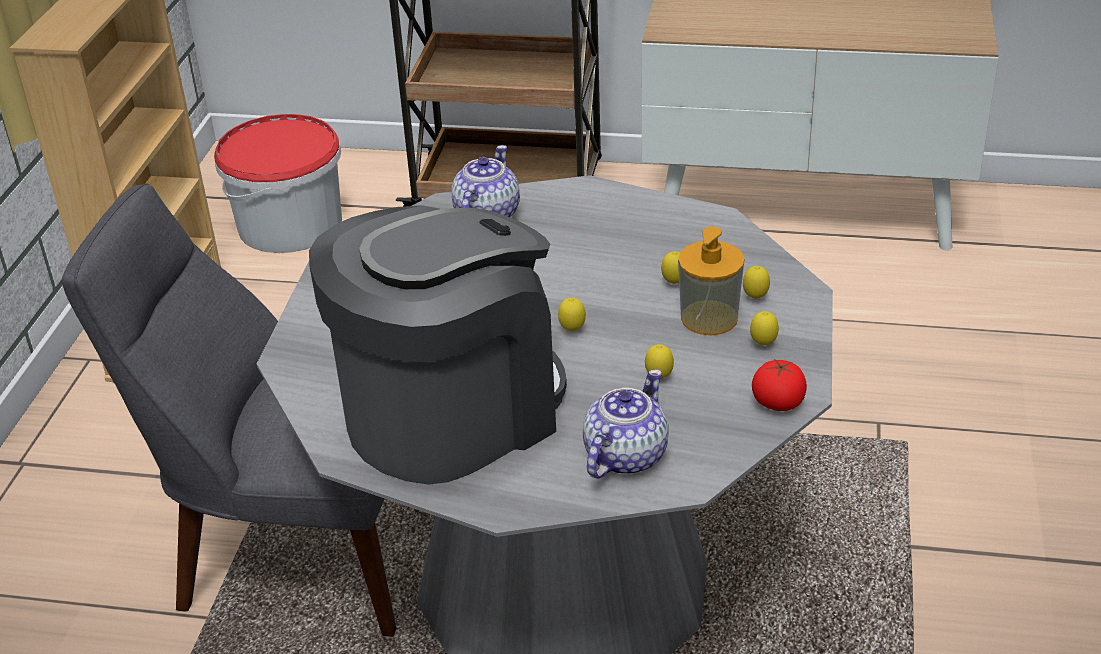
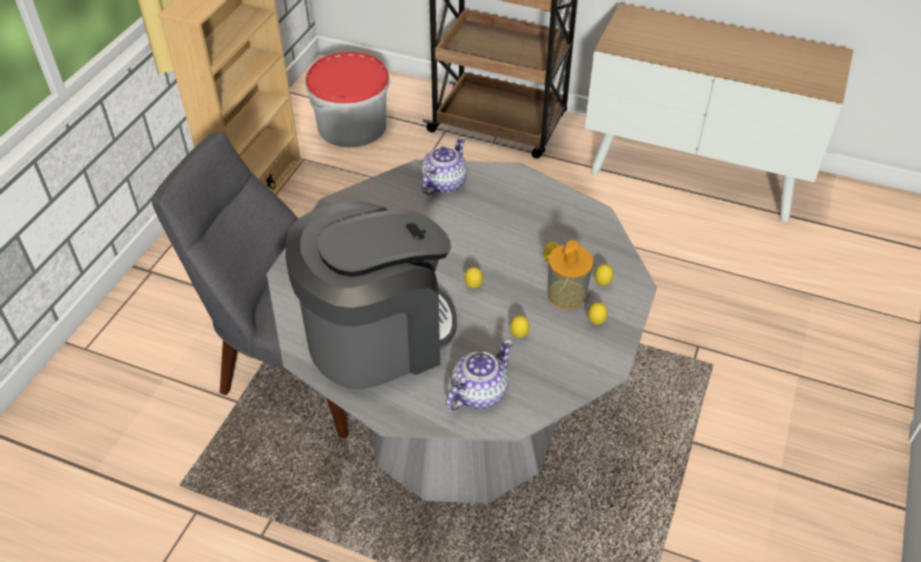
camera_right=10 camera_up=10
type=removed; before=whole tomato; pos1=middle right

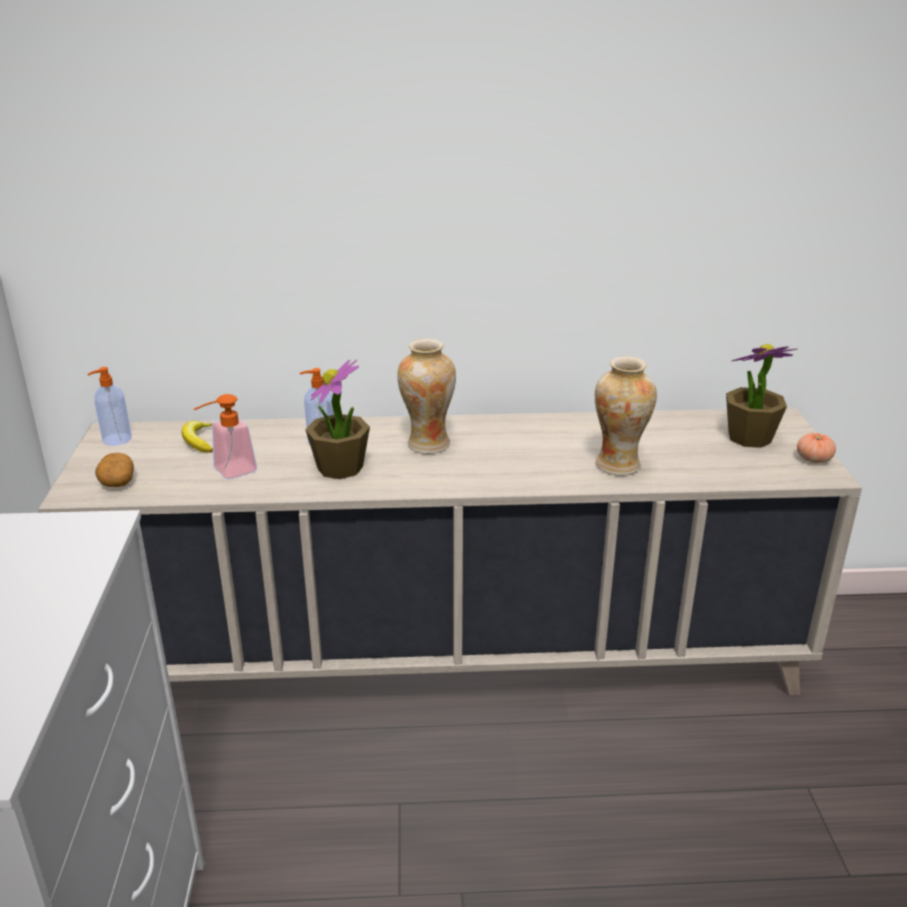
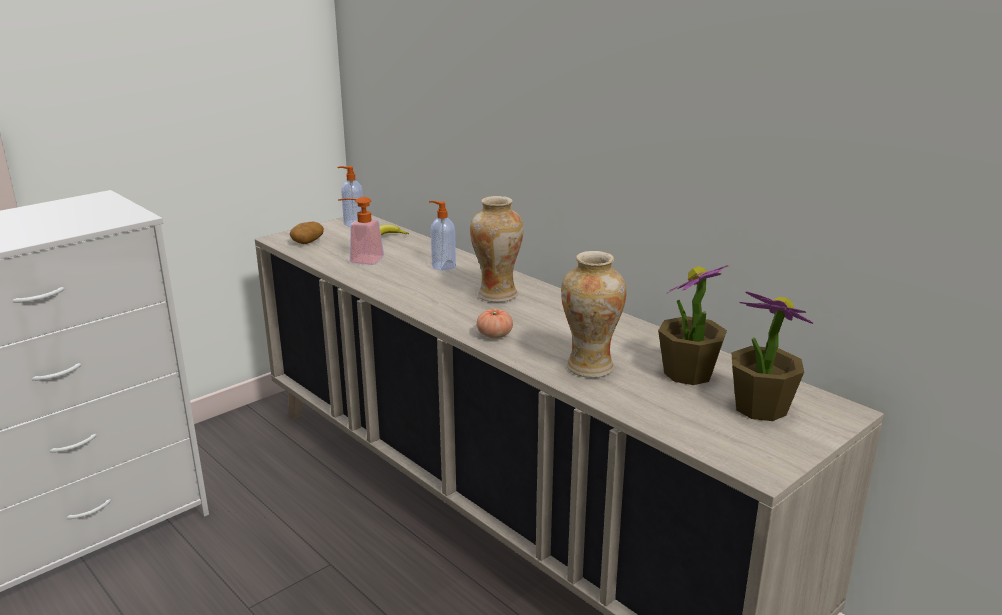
camera_right=50 camera_up=-5
type=moved; before=whole tomato; pos1=middle right; pos2=centre
type=moved; before=plant in a pot (1st from left); pos1=centre; pos2=middle right

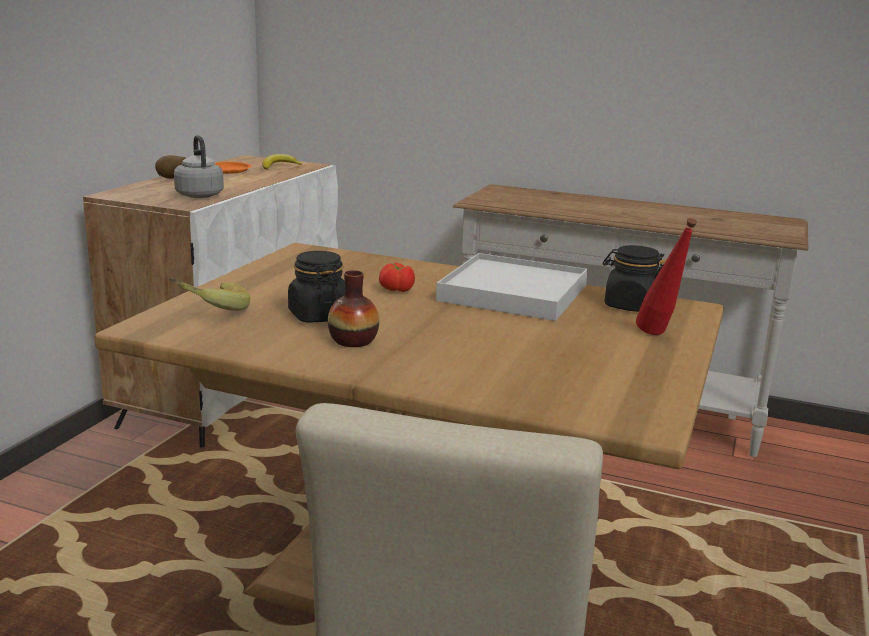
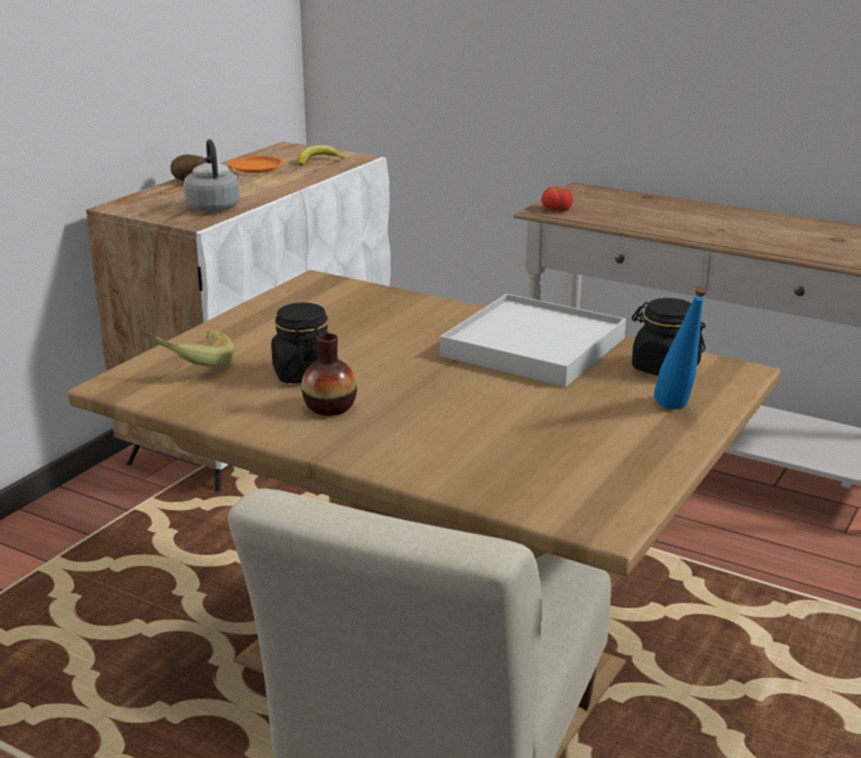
camera_right=10 camera_up=5
type=moved; before=whole tomato; pos1=centre; pos2=top centre
type=recoloured; before=bottle (red-coloured); after=bottle (blue-coloured); pos1=middle right; pos2=middle right

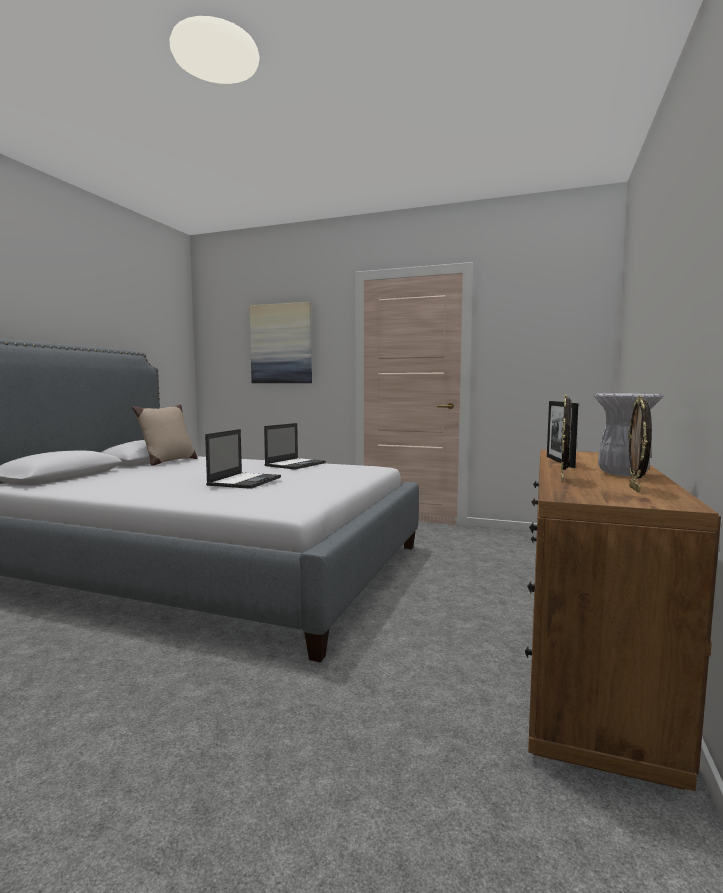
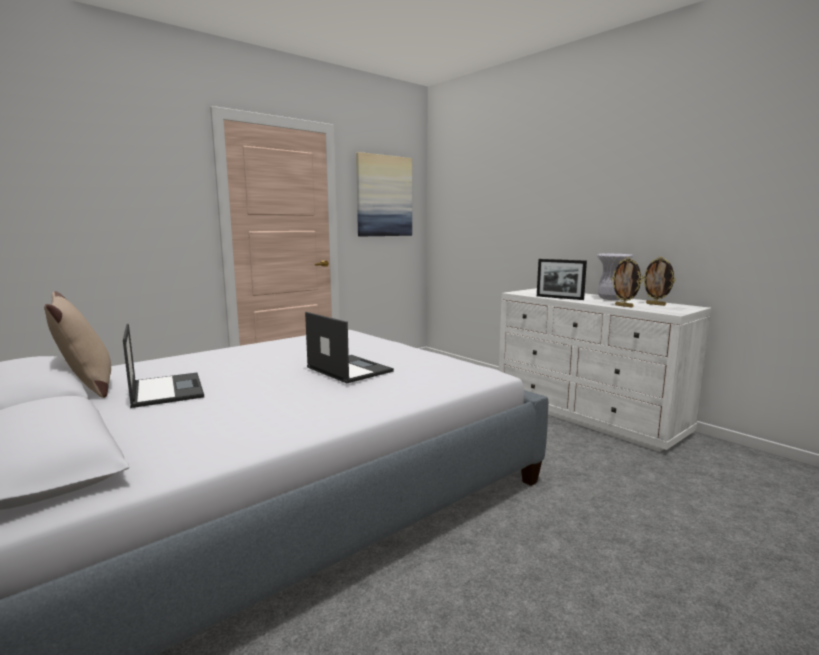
camera_right=-60 camera_up=5
type=moved; before=portable computer (2nd from left in the first image); after=portable computer (1st from left); pos1=centre; pos2=middle left
type=moved; before=picture; pos1=centre; pos2=top centre
type=recoloured; before=drawer chest (brown-coloured); after=drawer chest (white-coloured); pos1=bottom right; pos2=middle right

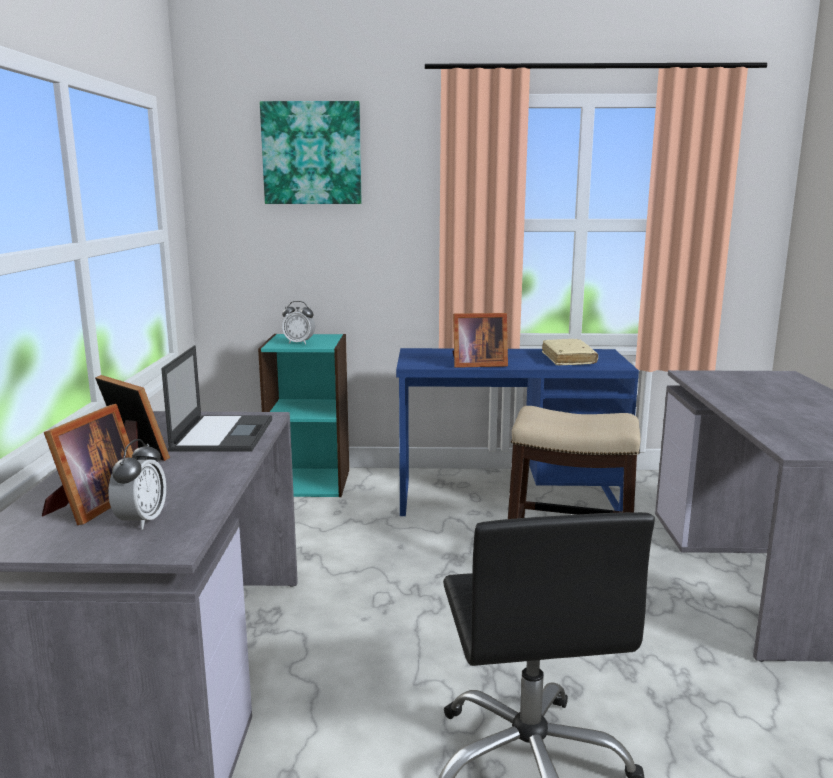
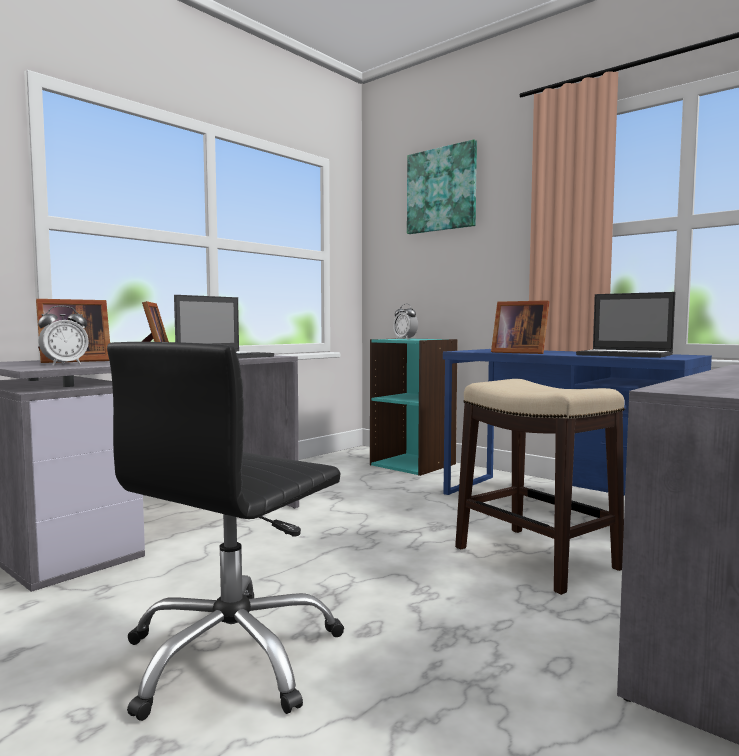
camera_right=40 camera_up=-10
type=replaced; before=book (beige); after=portable computer (2nd from left); pos1=middle right; pos2=middle right

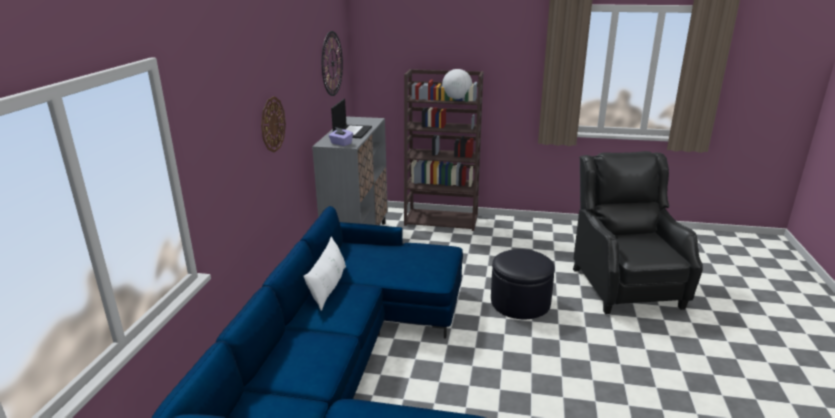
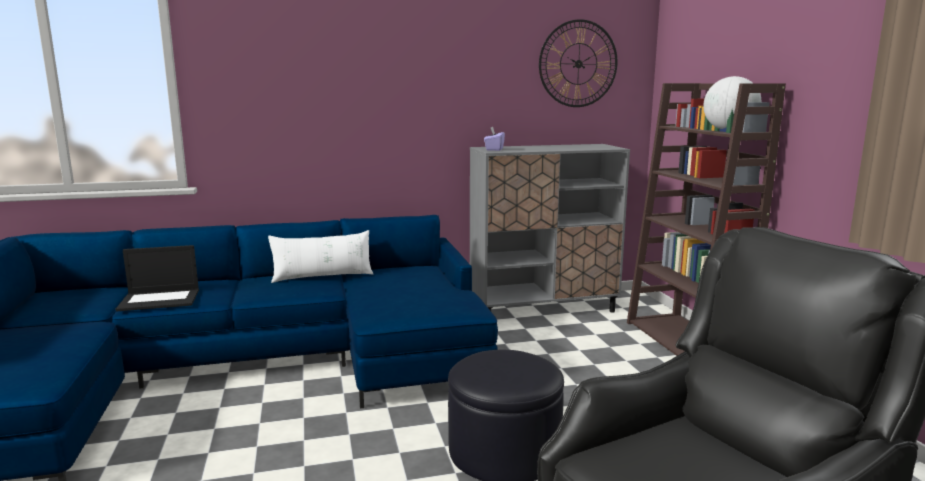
camera_right=65 camera_up=-10
type=moved; before=portable computer; pos1=top centre; pos2=middle left
type=removed; before=wall clock (1st from left); pos1=top left

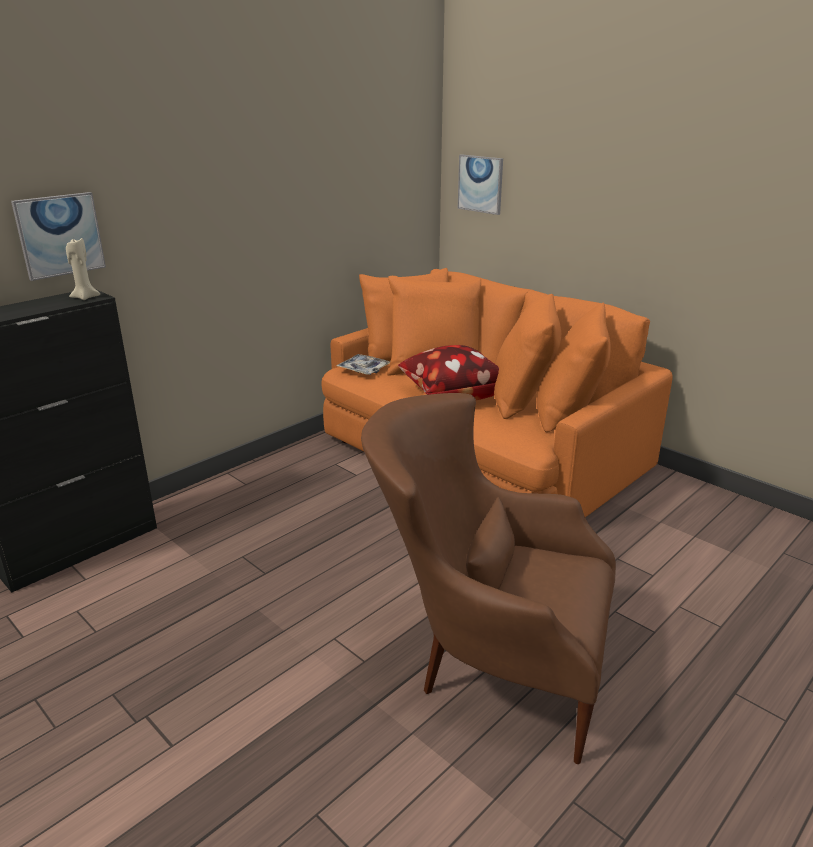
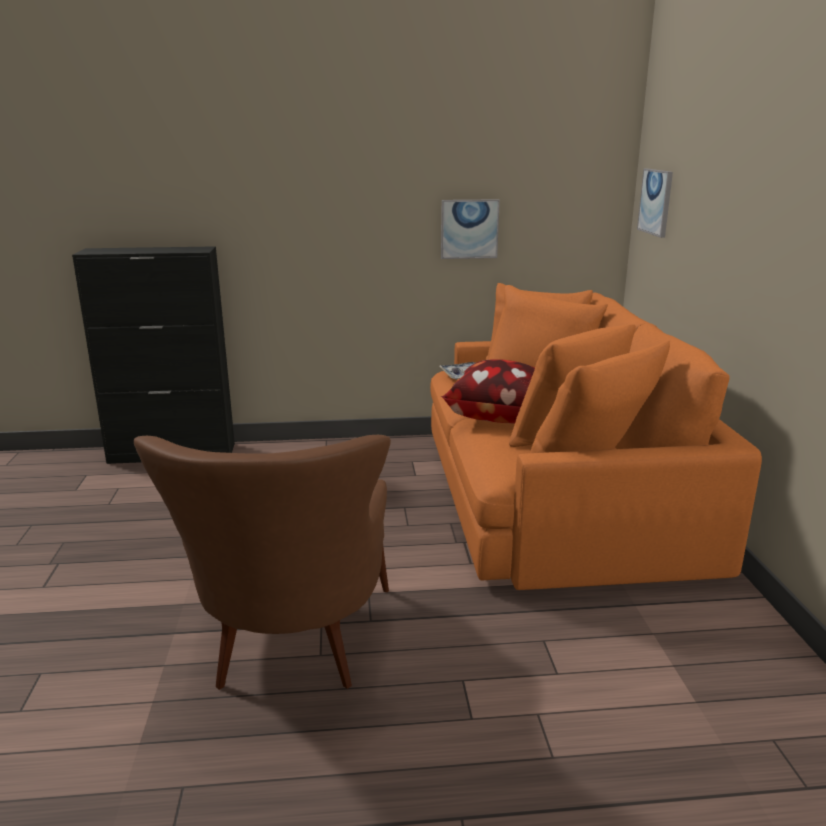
camera_right=40 camera_up=-5
type=turned; before=armchair (brown-coloured); pos1=bottom centre; pos2=bottom left; turn=-150
type=moved; before=picture (1st from left); pos1=top left; pos2=top centre
type=removed; before=wax candle (beige); pos1=top left

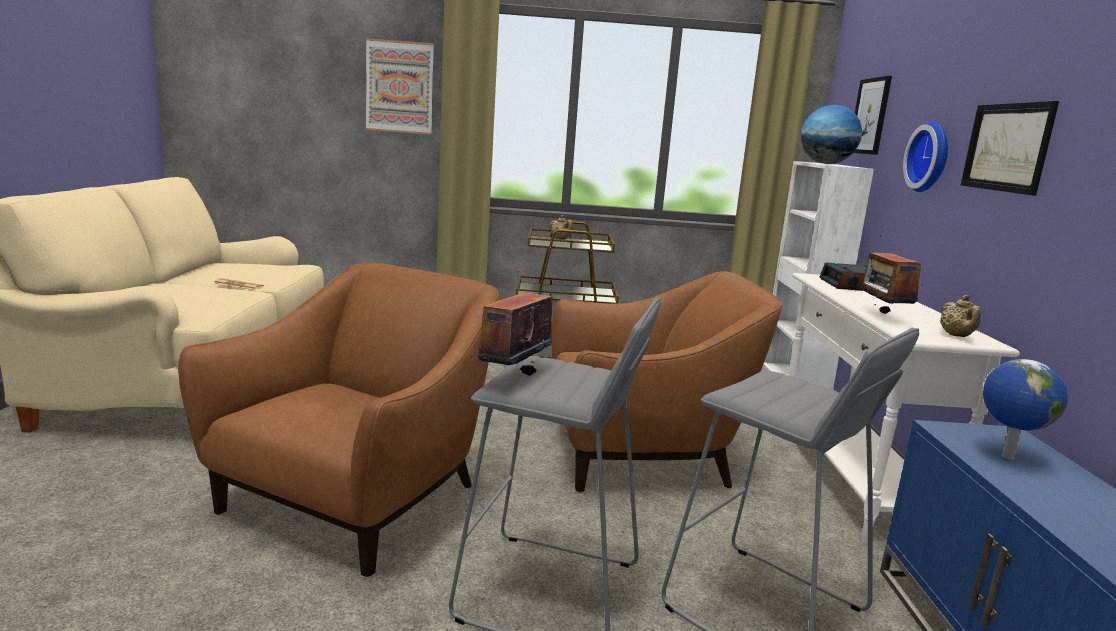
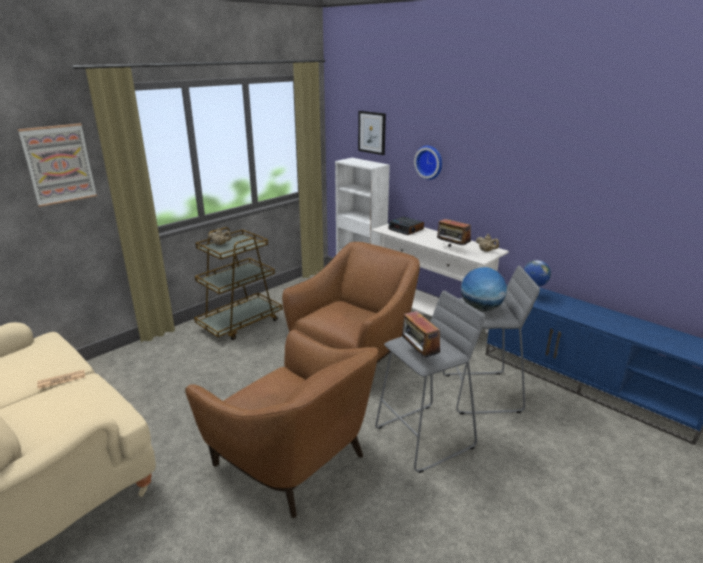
camera_right=-45 camera_up=10
type=turned; before=armchair (brown-coloured) (1st from left); pos1=middle left; pos2=bottom centre; turn=150
type=moved; before=globe (1st from left); pos1=top right; pos2=middle right
type=removed; before=picture (3rd from left); pos1=top right

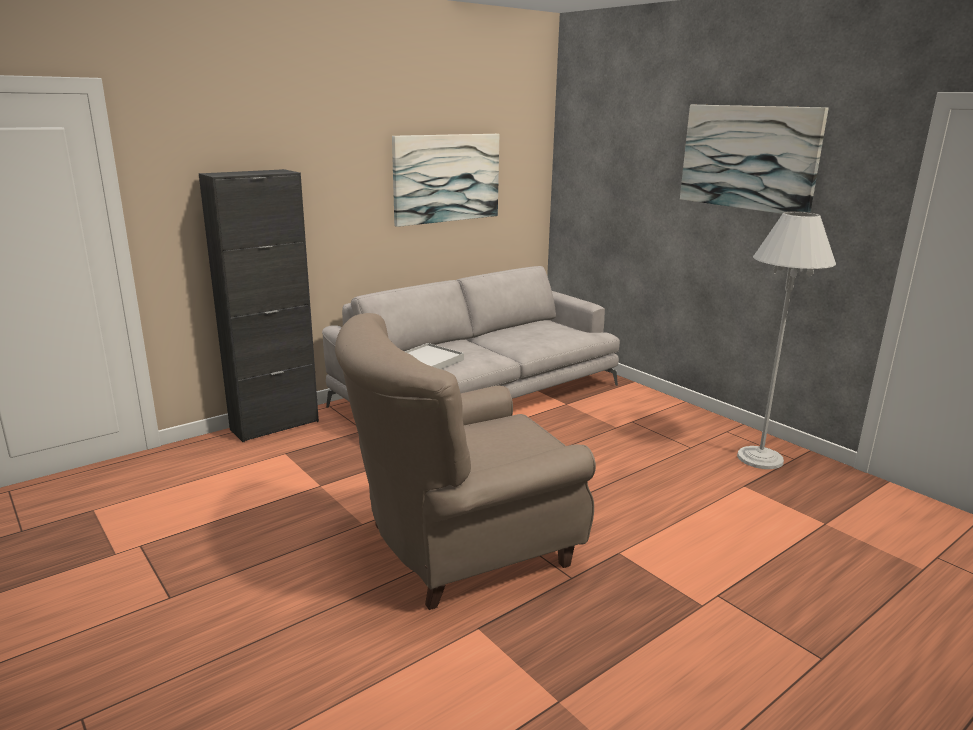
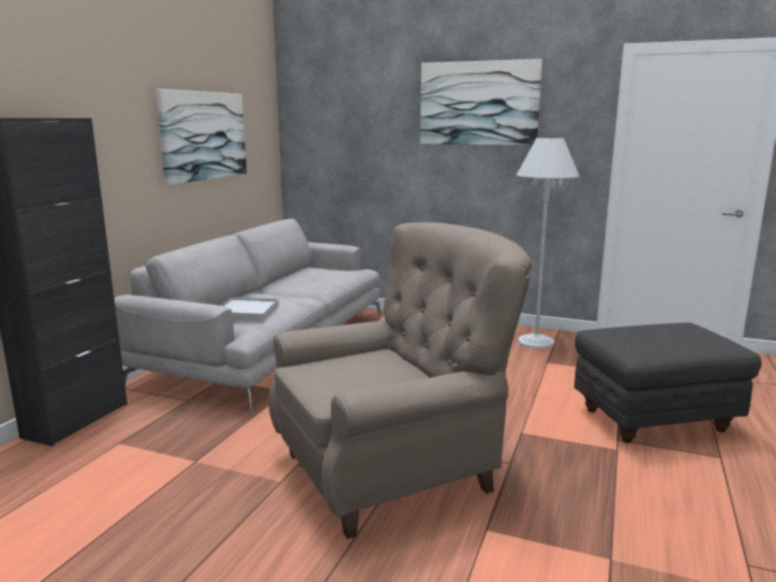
camera_right=-30 camera_up=-5
type=turned; before=armchair (beige); pos1=centre; pos2=centre; turn=-150
type=added; after=footrest (grey); pos2=middle right

